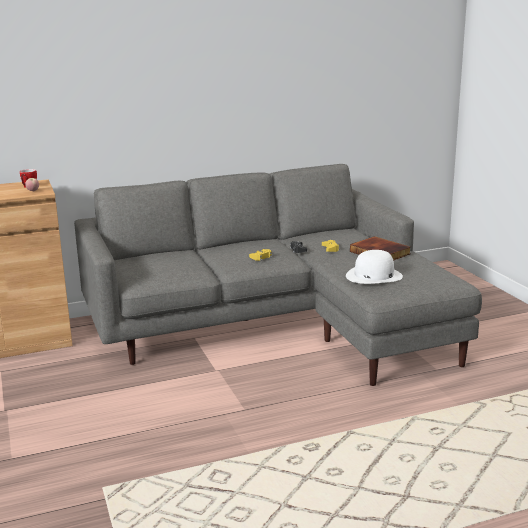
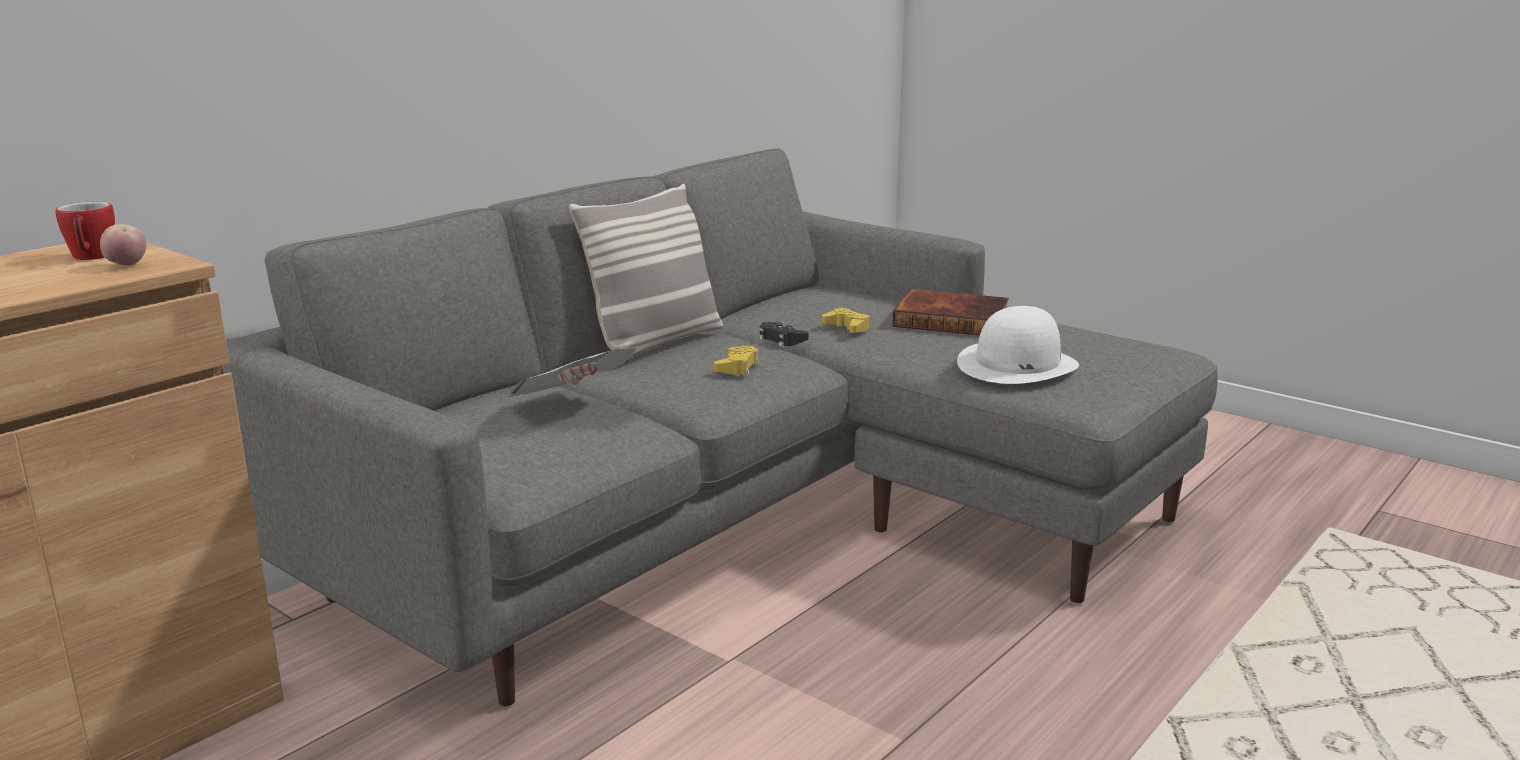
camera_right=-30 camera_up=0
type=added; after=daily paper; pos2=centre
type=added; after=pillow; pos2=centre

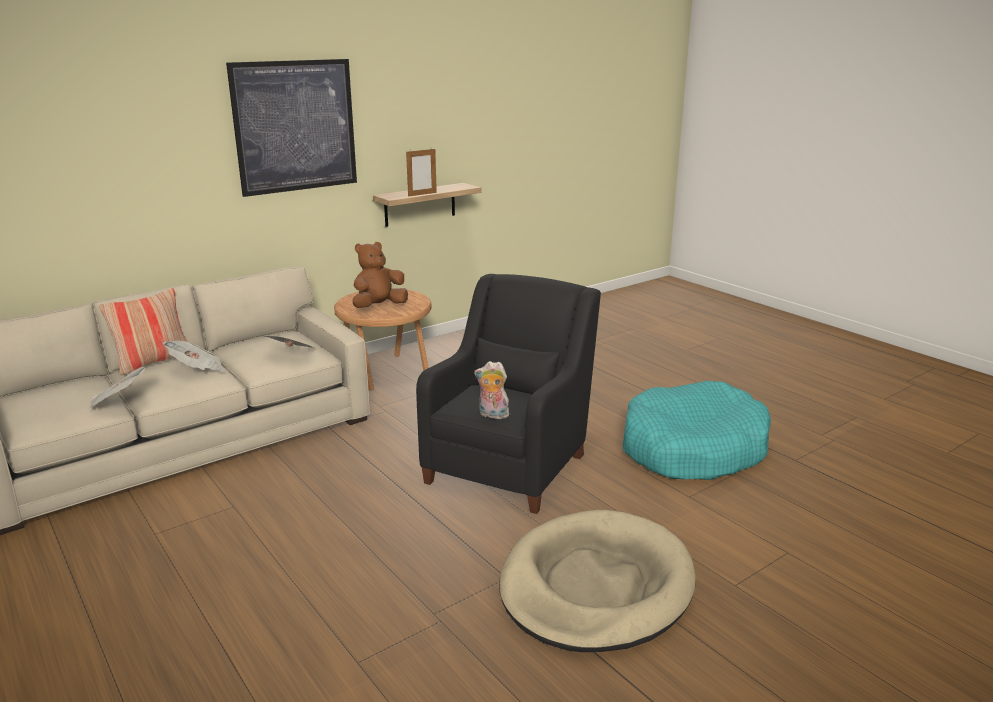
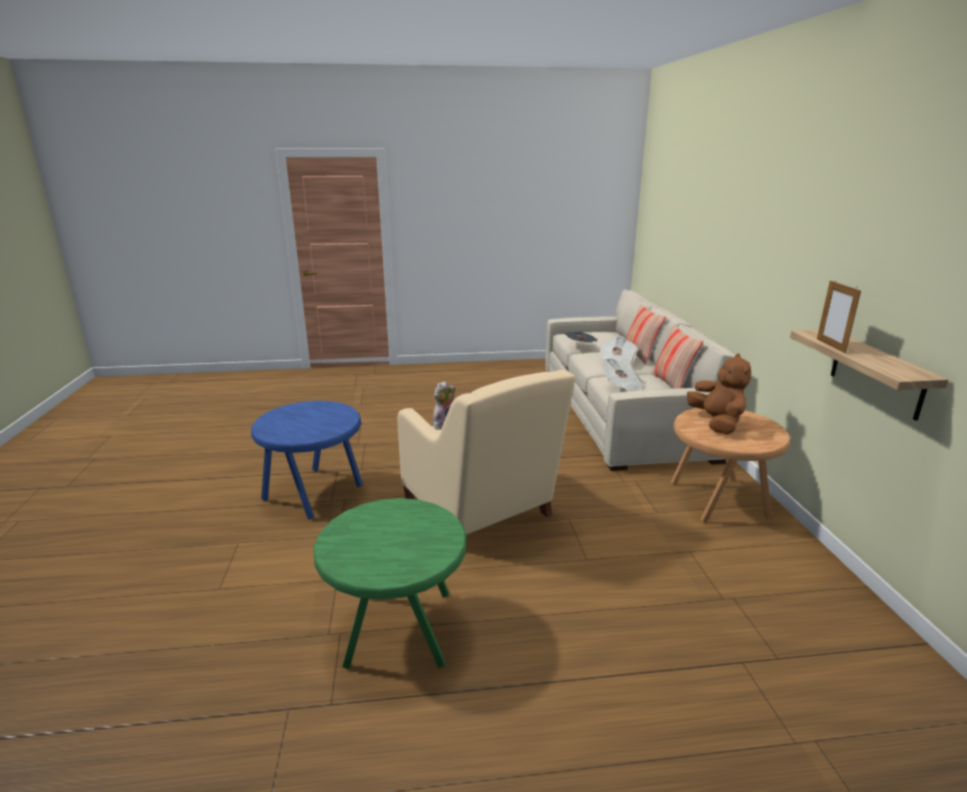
camera_right=120 camera_up=0
type=replaced; before=dog bed (beige); after=side table (blue-coloured); pos1=bottom centre; pos2=middle left
type=replaced; before=dog bed (turquoise); after=side table (greenish); pos1=middle right; pos2=bottom centre
type=recoloured; before=armchair (black-coloured); after=armchair (beige); pos1=centre; pos2=centre
type=added; after=pillow (2nd from left); pos2=middle right
type=removed; before=picture; pos1=top left

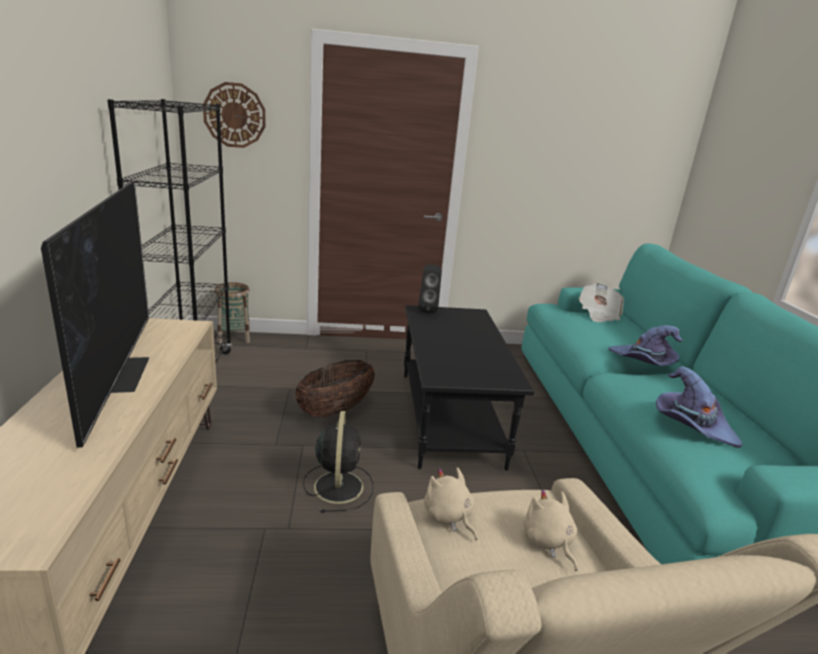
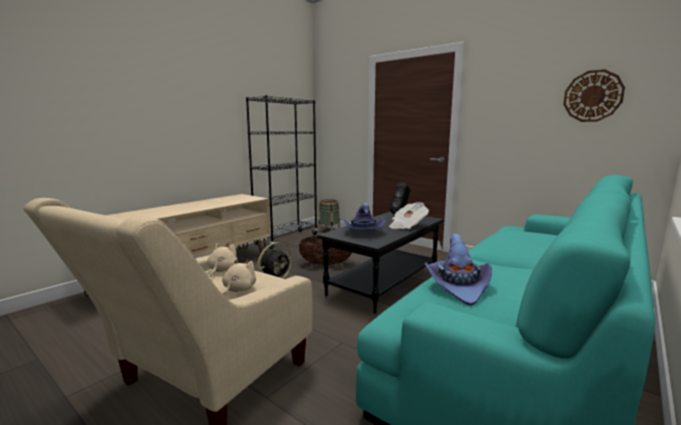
camera_right=45 camera_up=-10
type=moved; before=clothing hat (purple-coloured) (1st from left); pos1=middle right; pos2=centre
type=moved; before=daily paper; pos1=middle right; pos2=centre
type=moved; before=wall clock; pos1=top left; pos2=top right
type=removed; before=TV; pos1=middle left

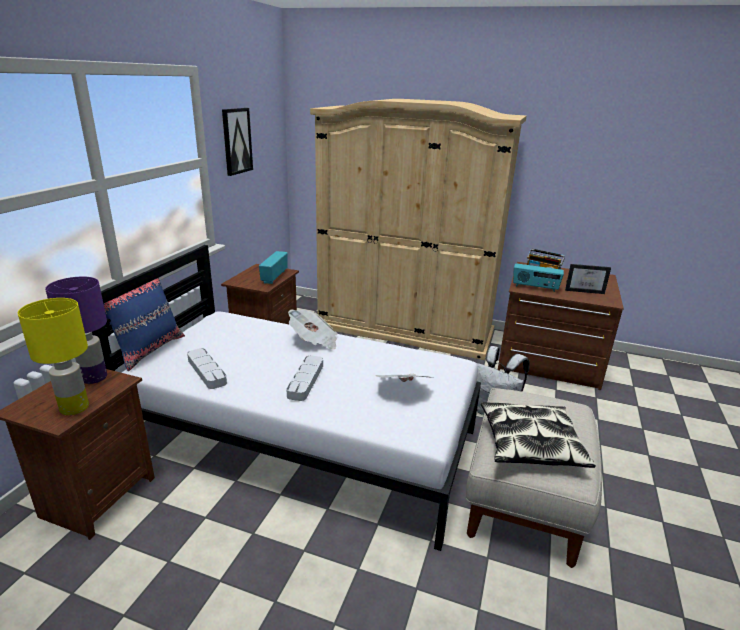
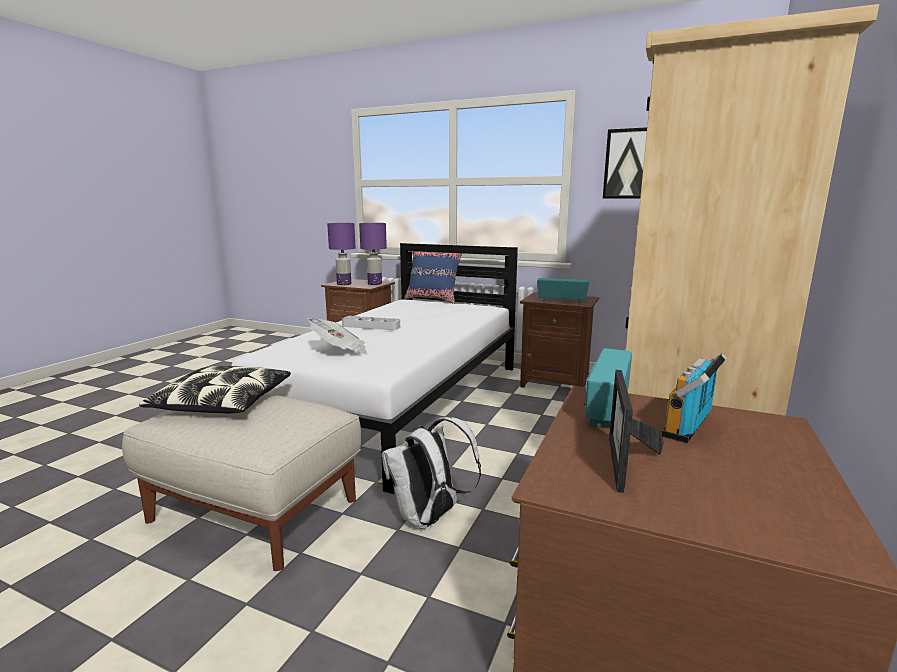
camera_right=95 camera_up=-10
type=recoloured; before=tabletop lamp (yellow); after=tabletop lamp (purple-coloured) (1st from left); pos1=middle left; pos2=centre
type=removed; before=tray (grey) (1st from left); pos1=middle left
type=removed; before=daily paper (1st from left); pos1=centre

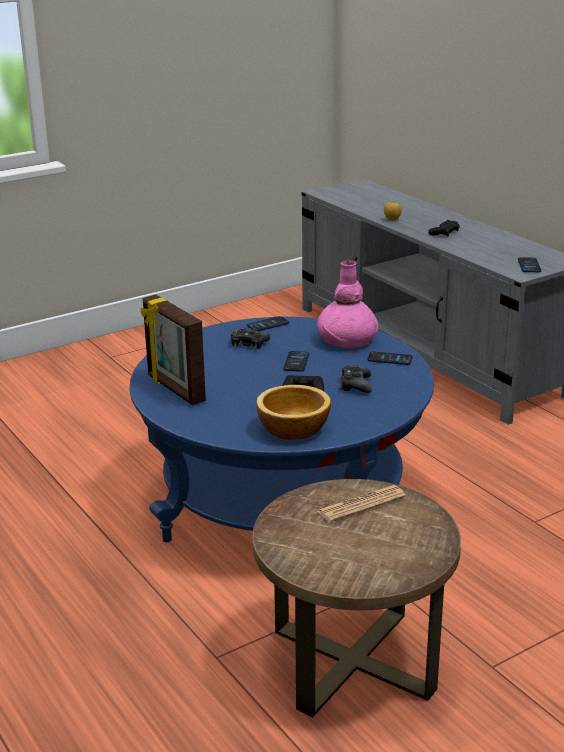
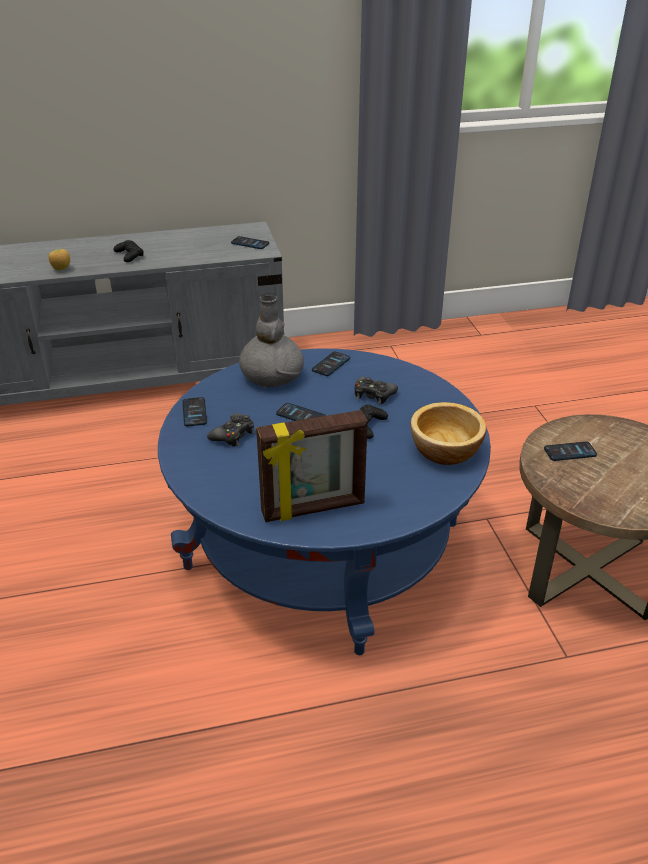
camera_right=-70 camera_up=10
type=recoloured; before=decorative vase (pinkish); after=decorative vase (grey); pos1=centre; pos2=centre
type=replaced; before=daily paper; after=telephone (5th from left); pos1=bottom centre; pos2=middle right

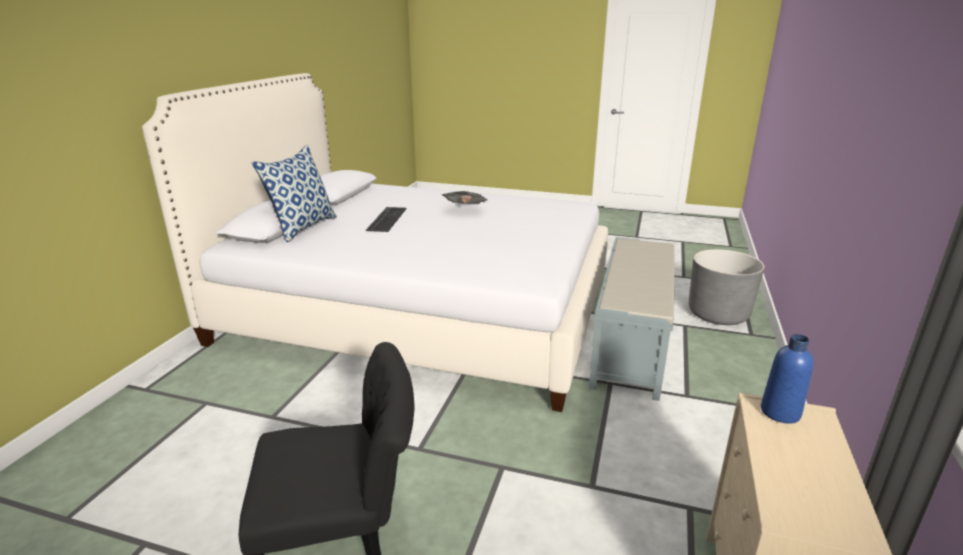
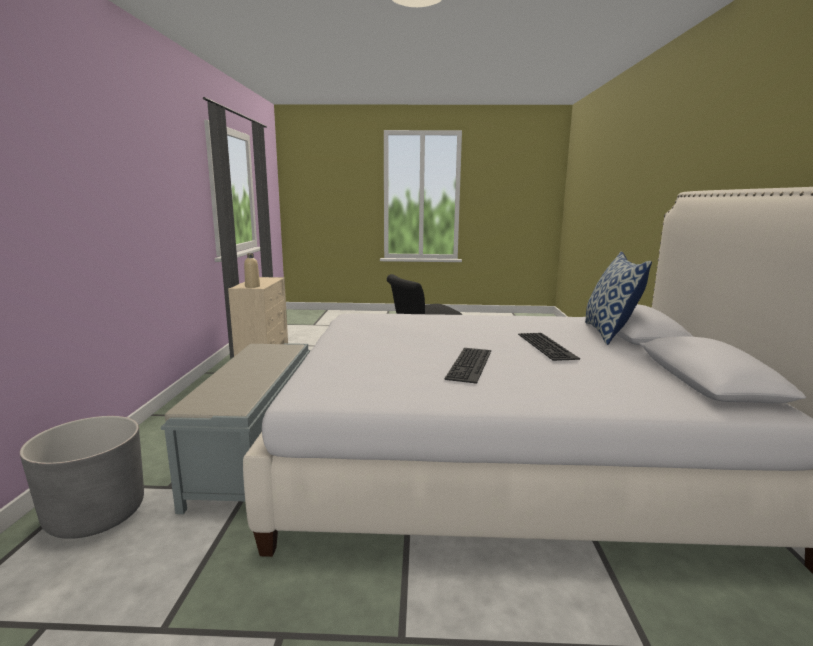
camera_right=165 camera_up=-10
type=recoloured; before=bottle (blue-coloured); after=bottle (beige); pos1=bottom right; pos2=middle left
type=replaced; before=daily paper; after=PC keyboard (1st from left); pos1=centre; pos2=centre

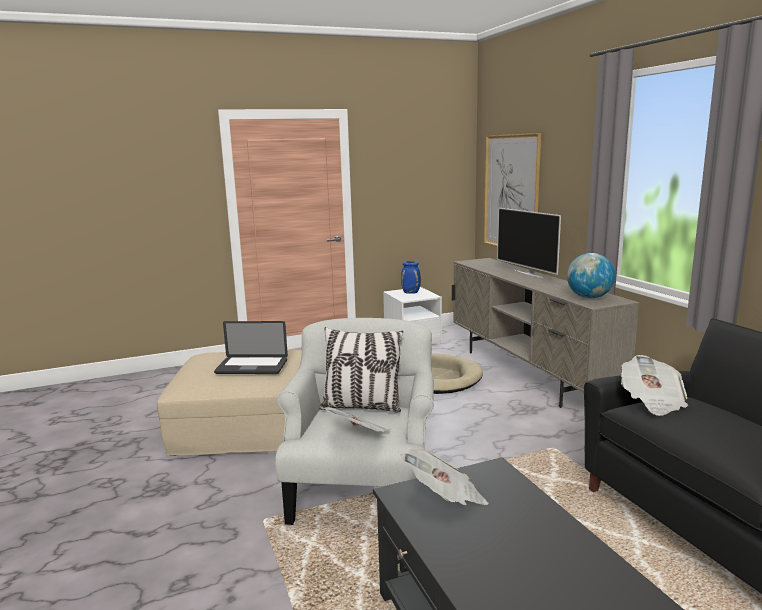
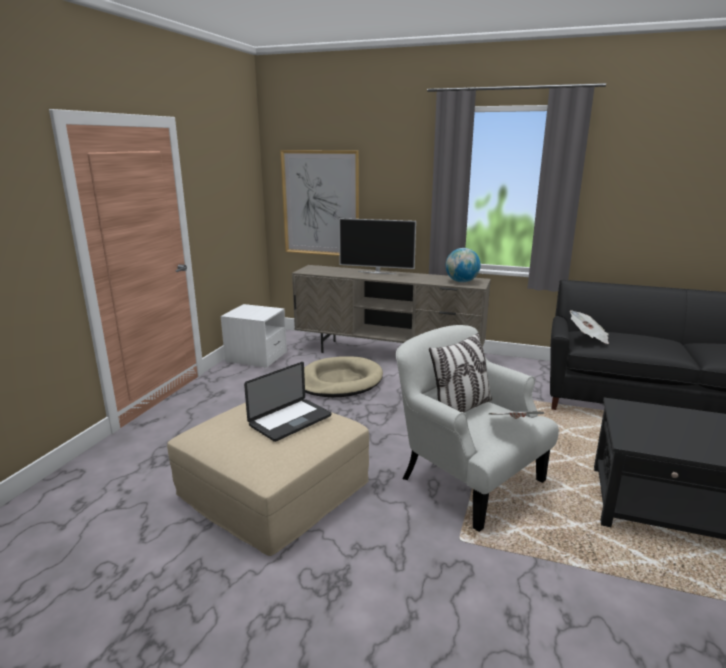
camera_right=-50 camera_up=5
type=removed; before=decorative vase (blue-coloured); pos1=centre
type=removed; before=daily paper (2nd from left); pos1=bottom centre

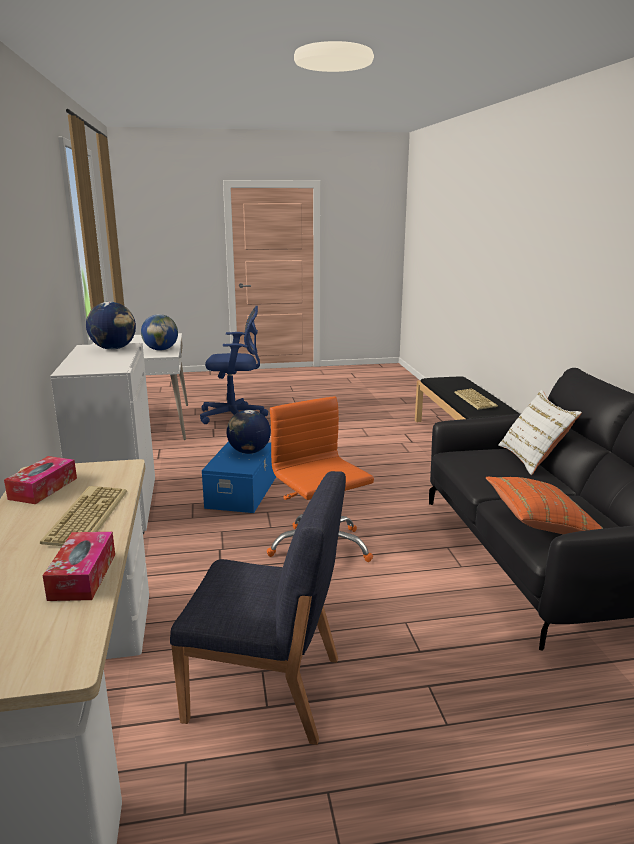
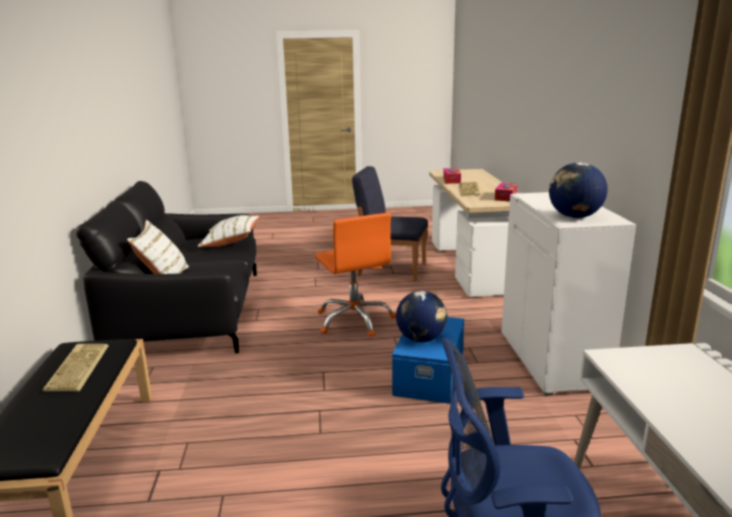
camera_right=-175 camera_up=0
type=recoloured; before=pillow (orange); after=pillow (white-coloured) (2nd from left); pos1=middle right; pos2=middle left
type=removed; before=globe (2nd from left); pos1=middle left

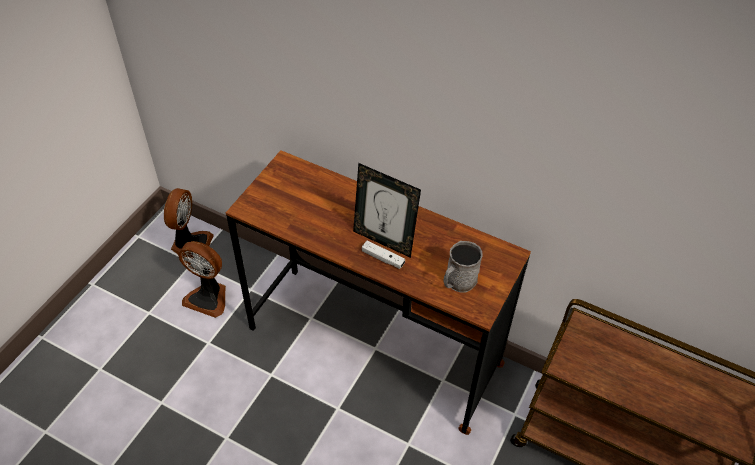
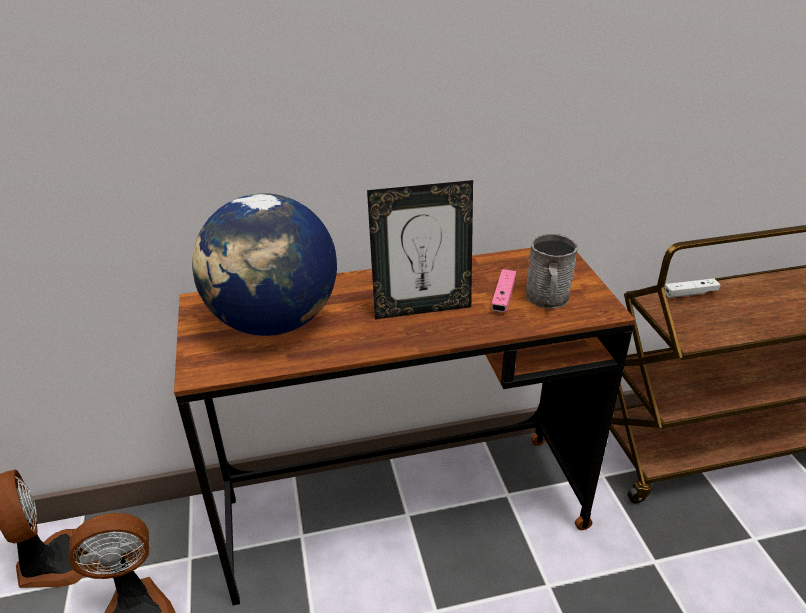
camera_right=-40 camera_up=-15
type=added; after=globe; pos2=middle left
type=added; after=game controller (pinkish); pos2=centre
type=moved; before=game controller (white-coloured); pos1=centre; pos2=middle right

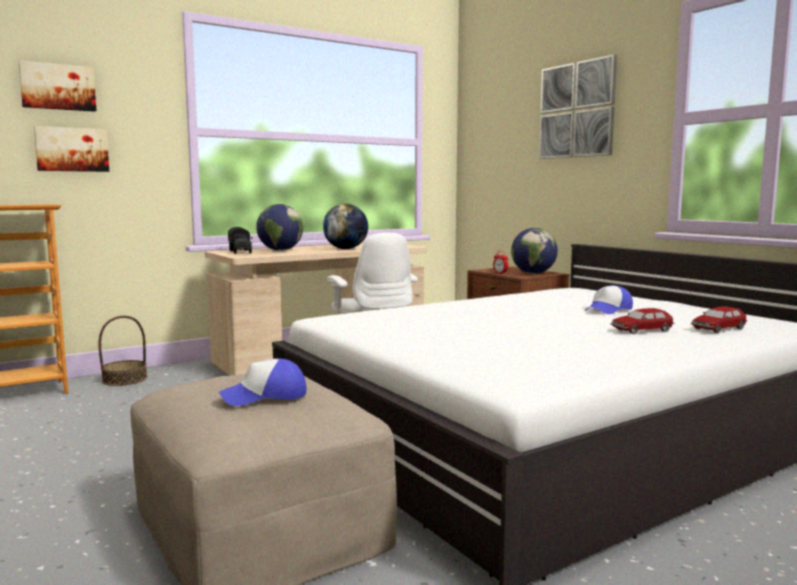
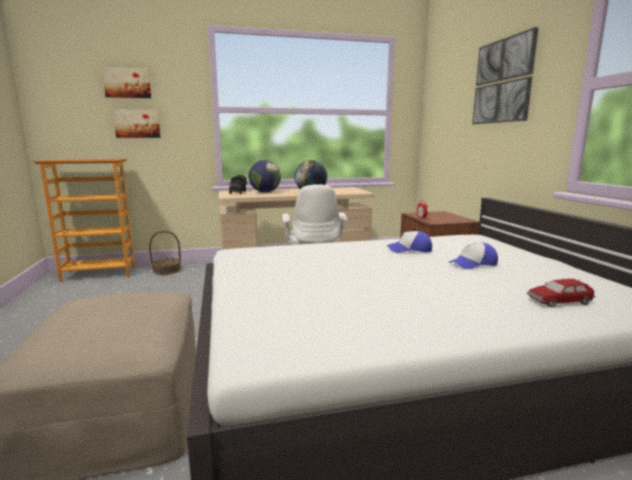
camera_right=20 camera_up=5
type=moved; before=cap (1st from left); pos1=middle left; pos2=centre
type=removed; before=globe (3rd from left); pos1=middle right
type=removed; before=toy car (1st from left); pos1=middle right

